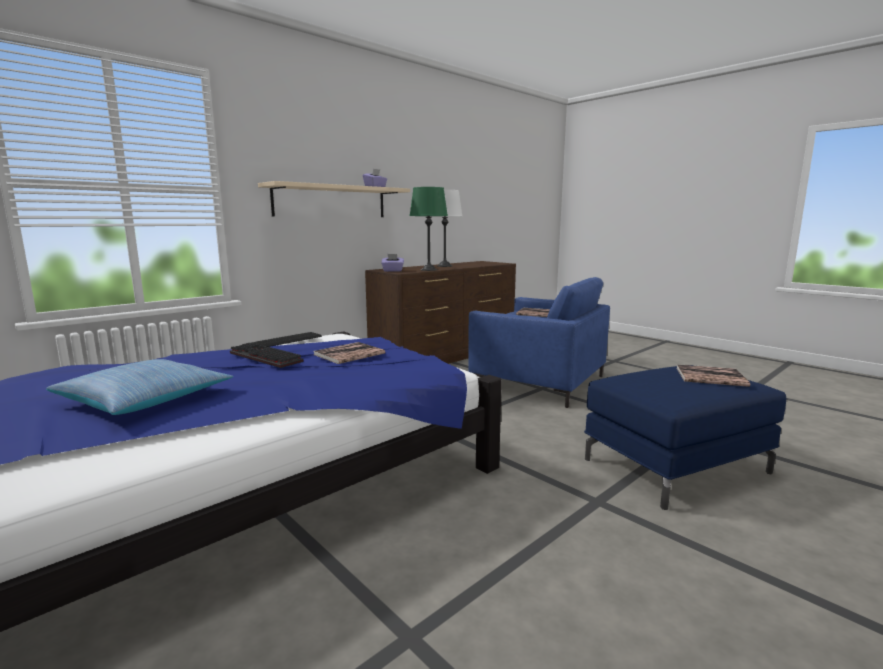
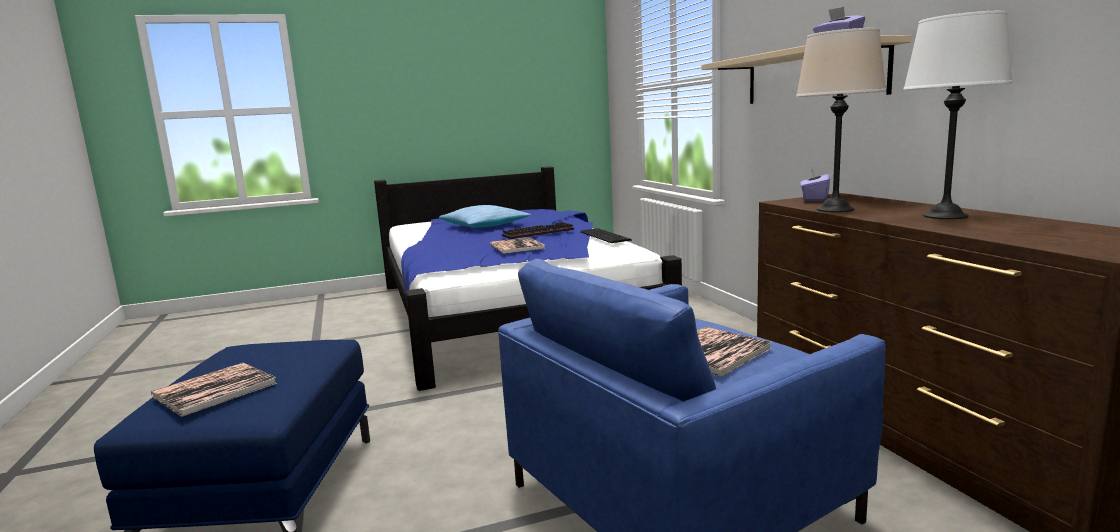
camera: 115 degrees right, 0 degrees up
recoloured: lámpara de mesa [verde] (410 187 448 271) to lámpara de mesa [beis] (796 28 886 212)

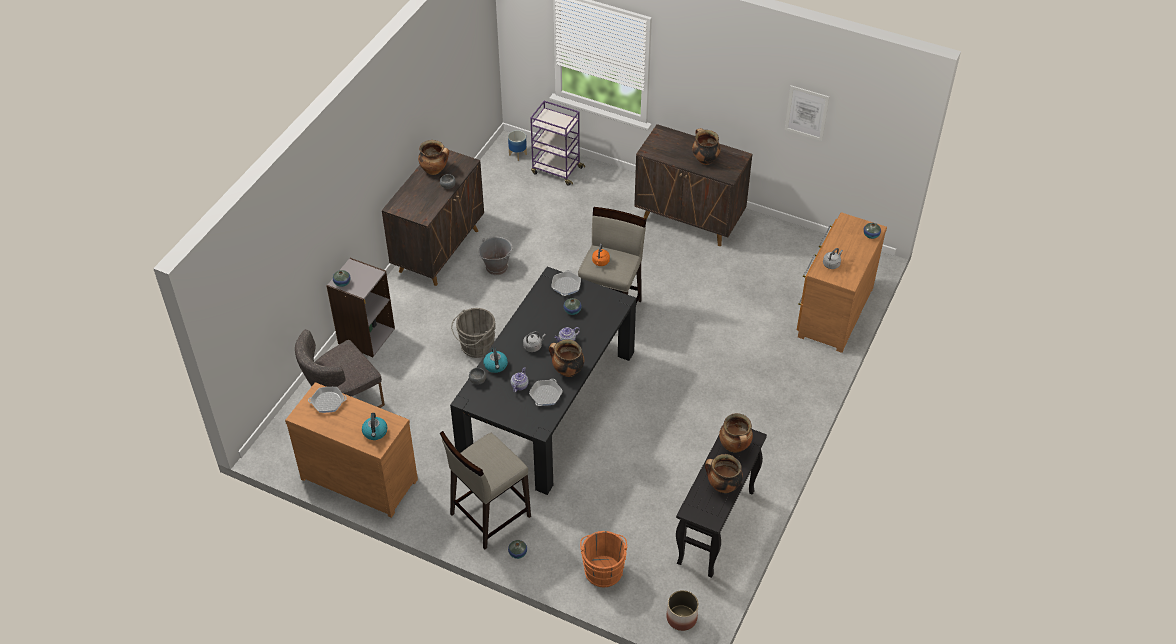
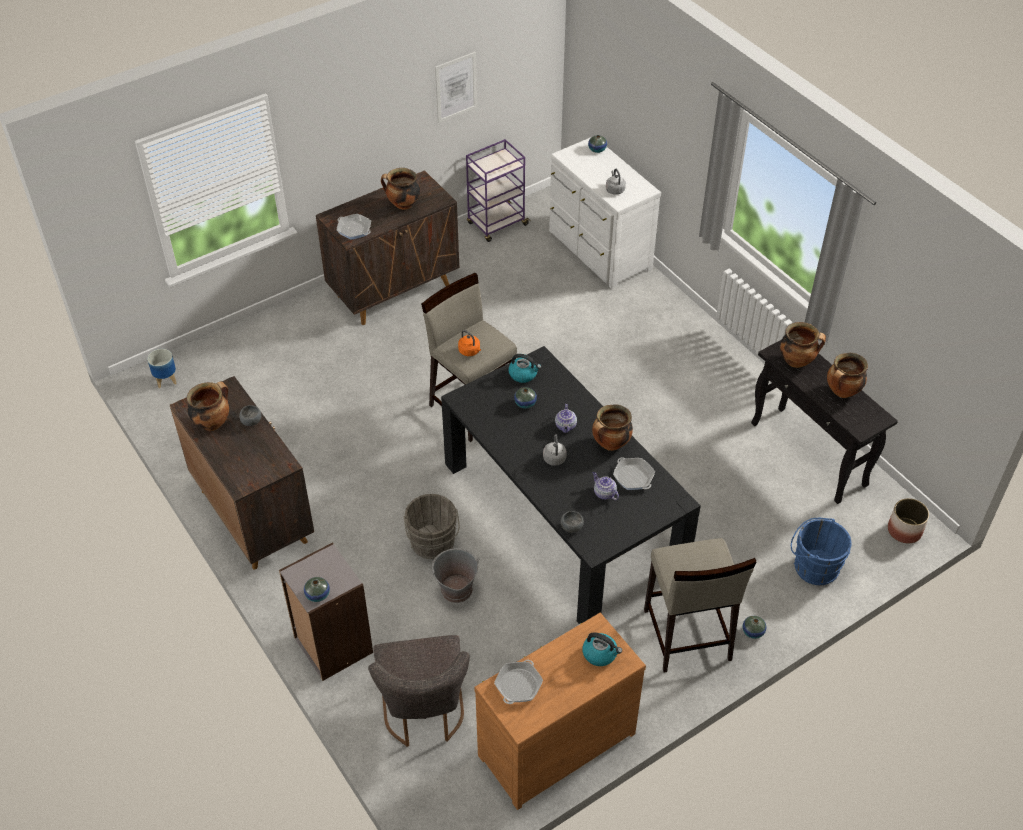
camera: 60 degrees left, 0 degrees up
moved: cubo [gris] (479 236 513 275) to (430 548 479 603); hervidor (483 347 508 373) to (508 354 541 383); carrito [morado] (530 101 585 186) to (466 139 529 242); sartén (552 270 581 296) to (337 214 371 240)
recoloured: cubo [naranja] (580 531 627 587) to cubo [azul] (791 518 852 585); cómoda [marrón] (797 212 887 353) to cómoda [blanco] (549 137 661 289)

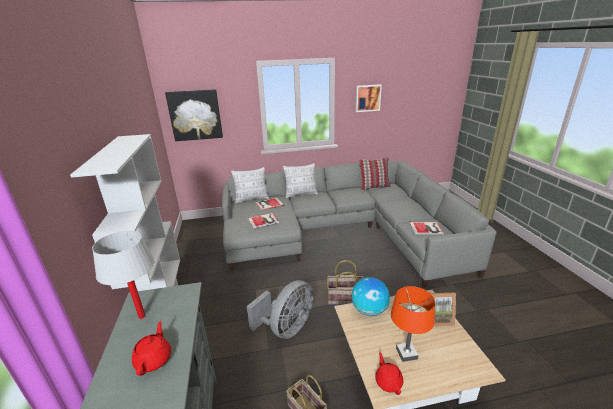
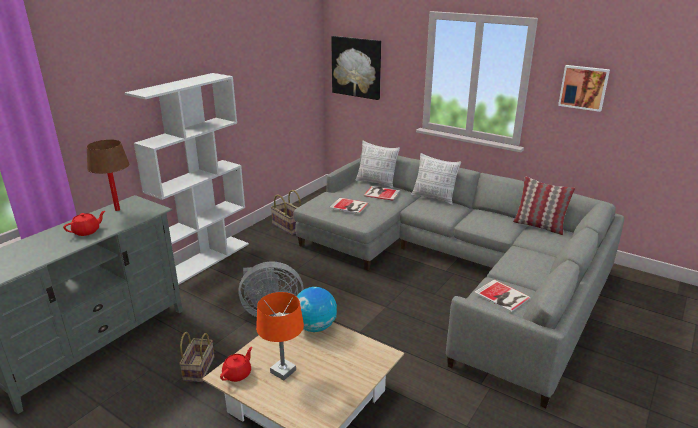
camera: 45 degrees right, 0 degrees up
removed: portarretratos (427 293 456 327)
moved: cesta (327 260 363 305) to (271 190 301 235)
recoloured: lámpara de mesa [blanco] (92 231 155 319) to lámpara de mesa [marrón] (87 140 129 211)

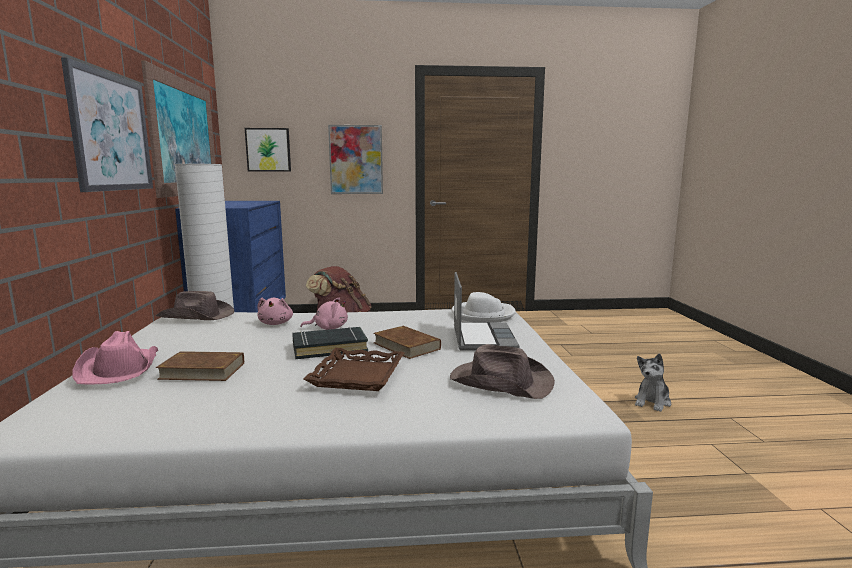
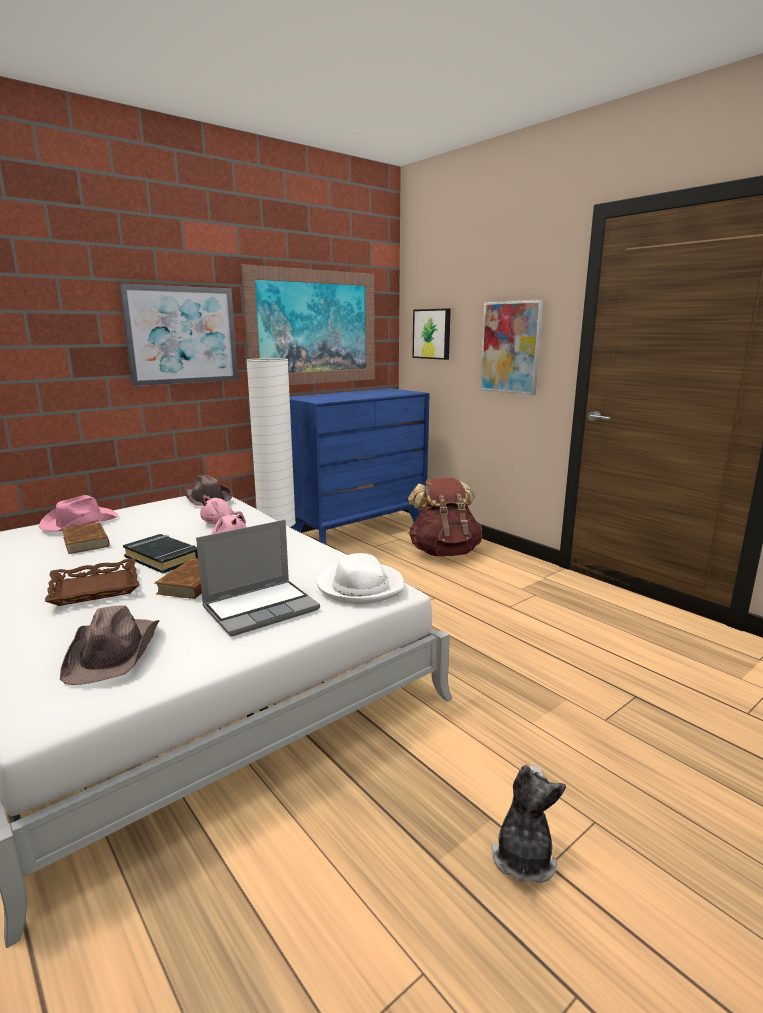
camera: 55 degrees right, 5 degrees up
turned: peluche (635 353 671 412) = (491 765 566 883) 105 degrees clockwise

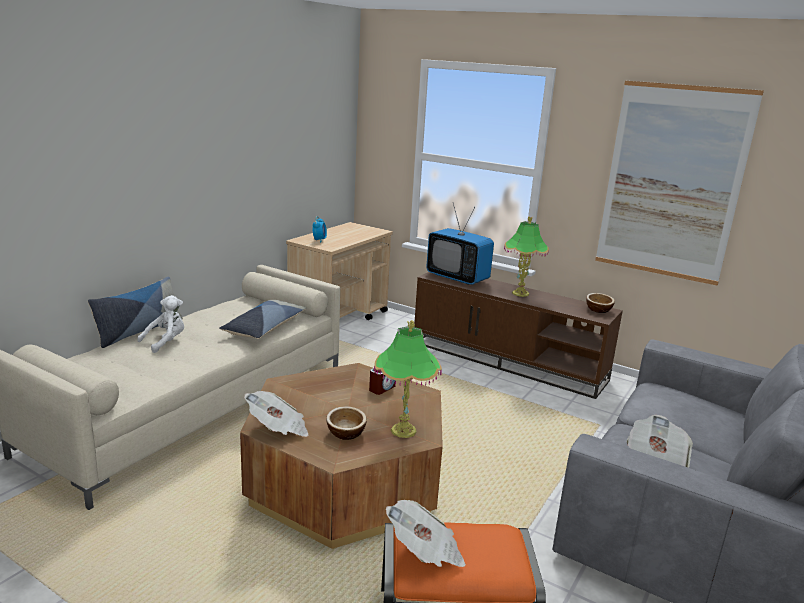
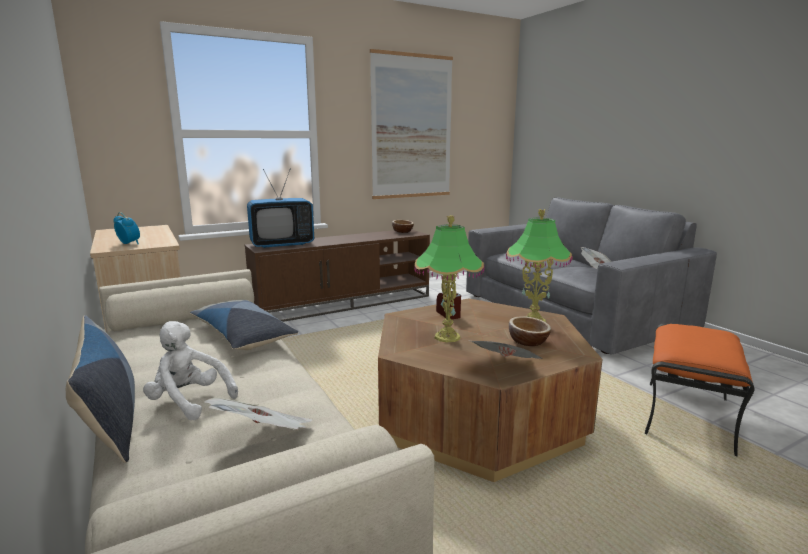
camera: 60 degrees left, 5 degrees down
moved: periódico (386 500 466 567) to (204 398 313 430); lámpara de mesa (504 216 549 297) to (414 215 485 342)
turned: peluche [blanco] (137 295 184 353) = (143 321 238 420) 45 degrees counterclockwise

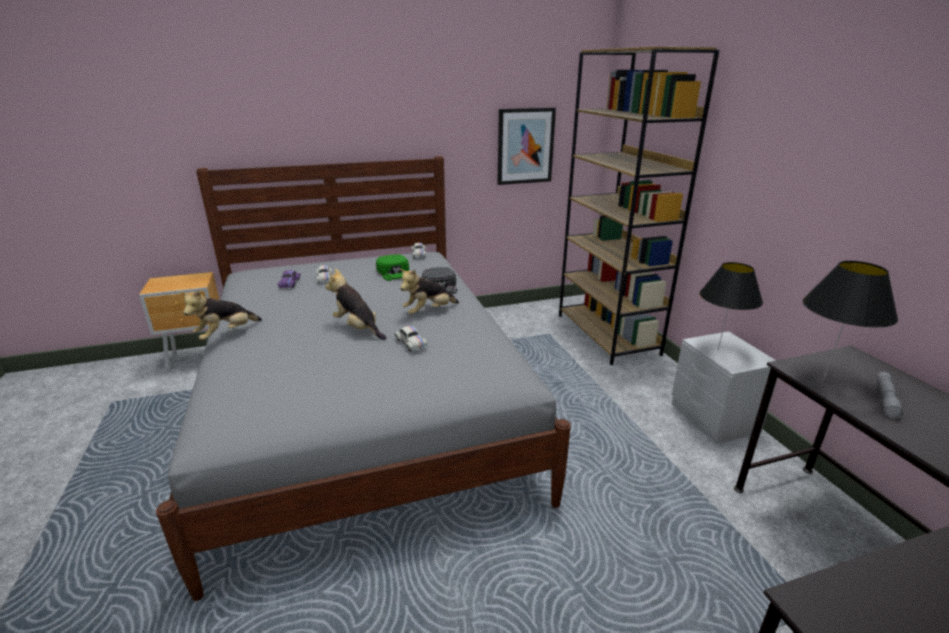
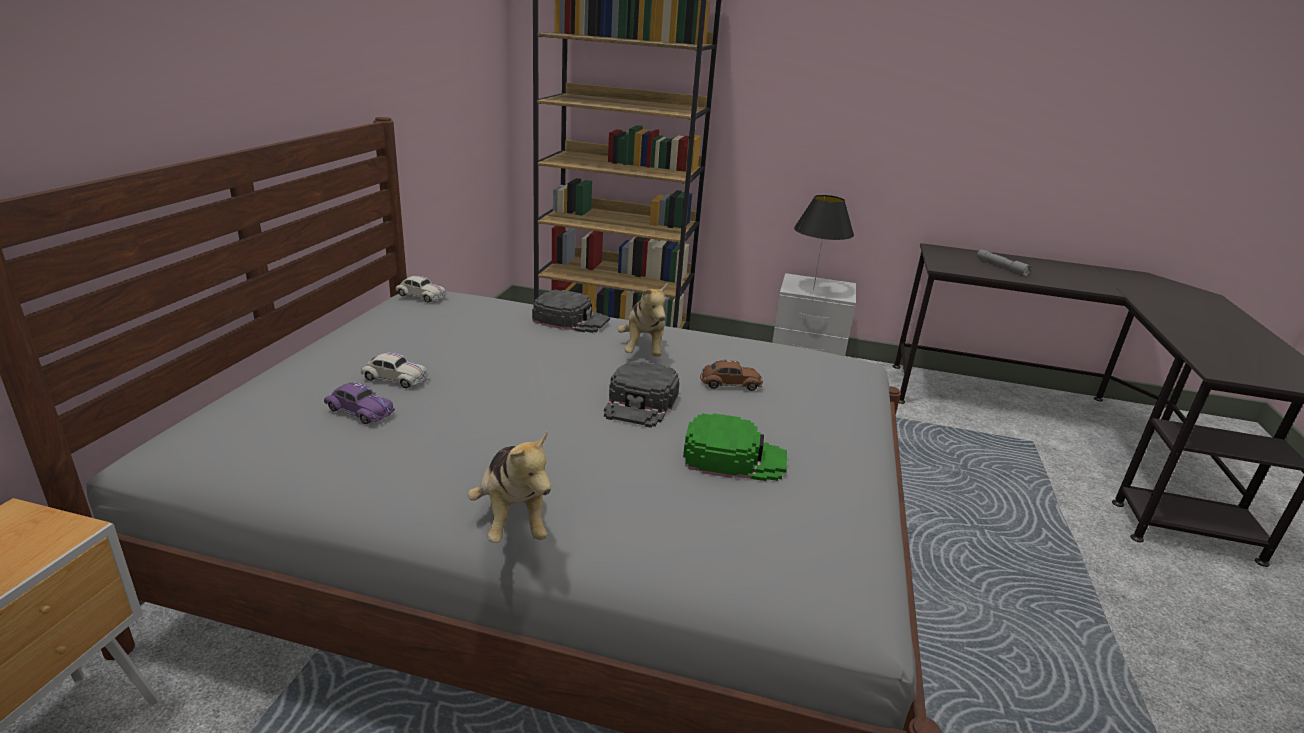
camera: 60 degrees left, 0 degrees up
removed: cuadro (497 107 556 185); lámpara de mesa [negro] (803 261 898 380)
moved: gorra [verde] (376 254 409 281) to (683 413 787 481)
replaced: peluche (325 269 386 340) to gorra [negro] (604 361 680 428)
recoloured: coche de juguete [blanco] (394 326 428 351) to coche de juguete [marrón] (700 360 763 391)

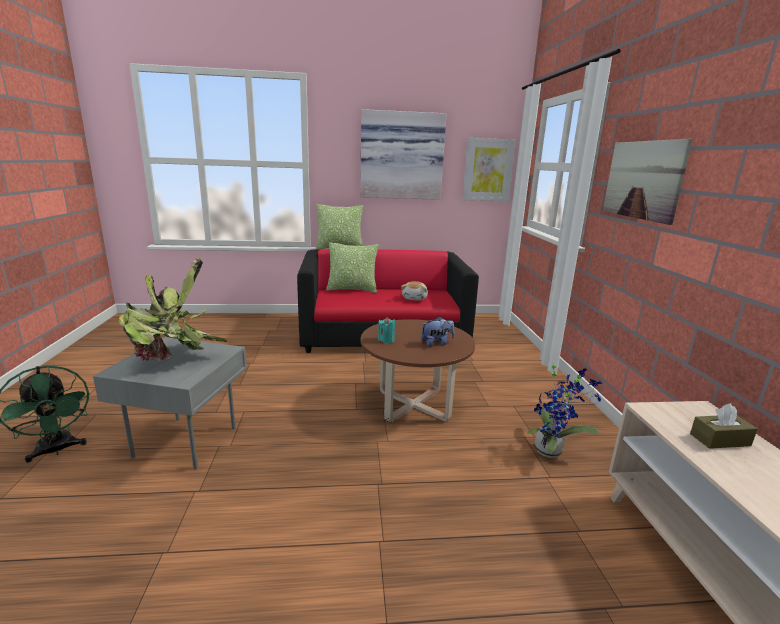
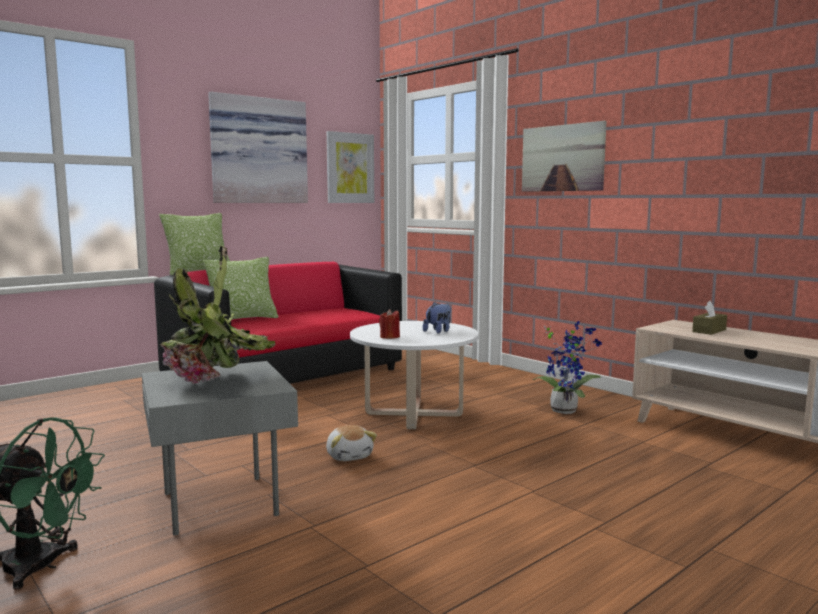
camera: 35 degrees left, 10 degrees down
moved: peluche (401 281 428 301) to (326 425 377 461)
recoloured: mesa de centro [marrón] (361 319 475 423) to mesa de centro [blanco] (350 321 479 429); vela [turquesa] (378 317 395 343) to vela [rojo] (379 309 400 339)

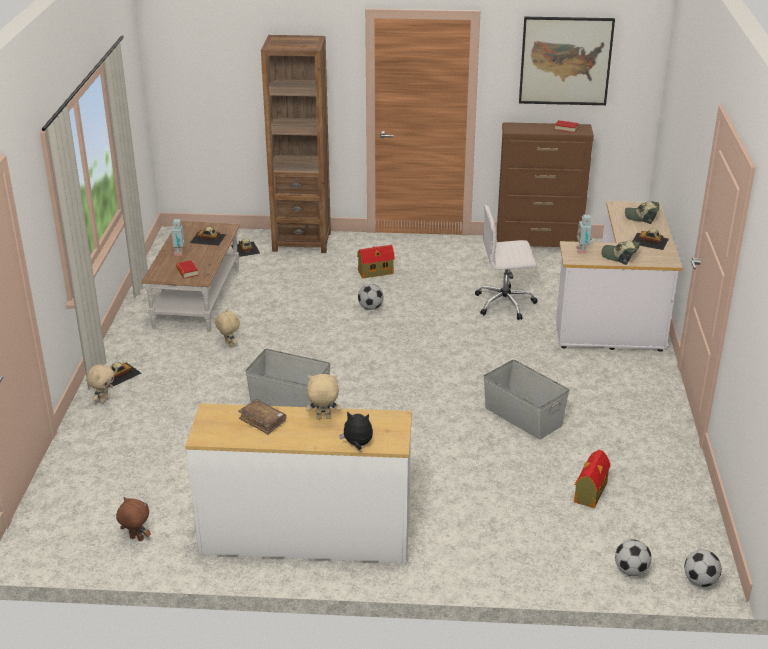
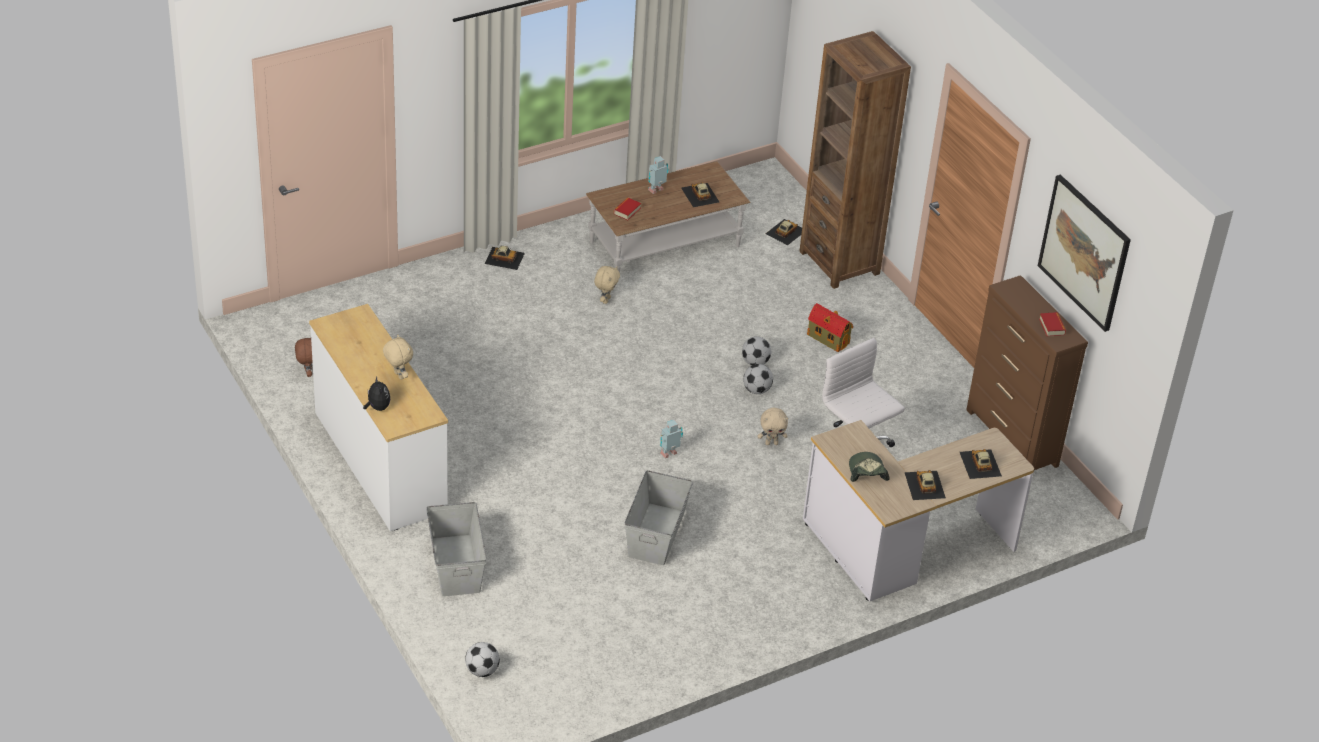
camera: 55 degrees right, 10 degrees up
removed: libro [marrón] (238 399 286 435); casita (574 450 611 508)
moved: peluche [beis] (86 364 115 404) to (758 408 788 445); caja de almacenaje [gris] (245 349 330 408) to (426 502 487 596); robot de juguete (577 214 592 254) to (660 420 683 458); balón de fútbol (684 550 722 587) to (743 364 773 394)
replaced: gorra (625 201 659 224) to coche de juguete (960 449 1002 479)

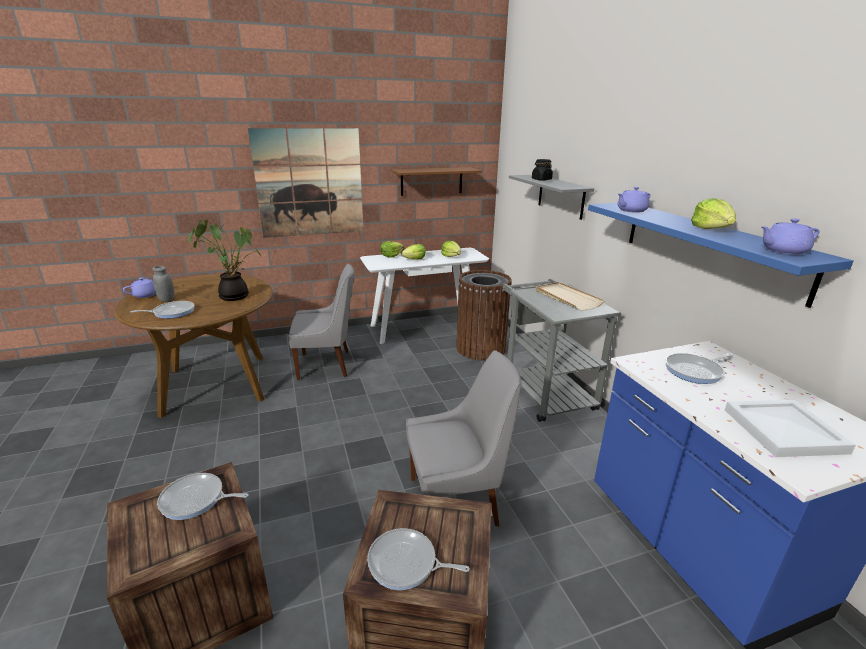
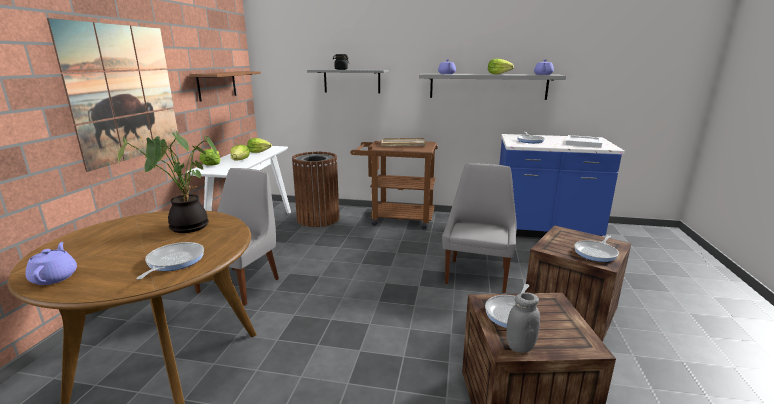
camera: 60 degrees left, 5 degrees down
moved: tarro [gris] (152 266 175 302) to (506 292 540 353)
recoloured: carrito [gris] (502 279 621 422) to carrito [marrón] (350 140 438 229); estante [azul] (588 203 854 308) to estante [gris] (419 74 566 100)

